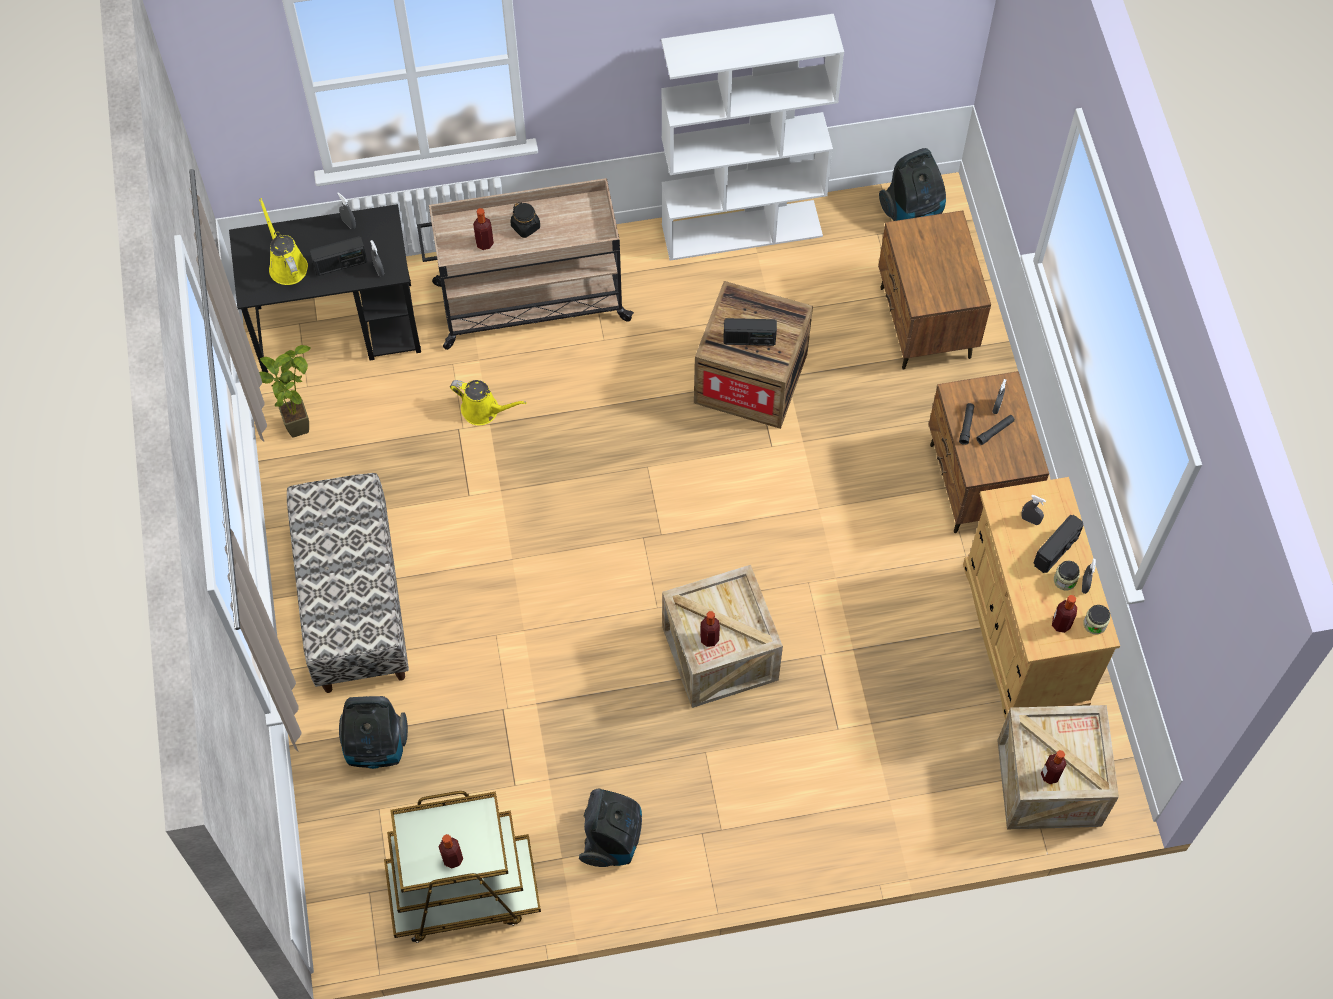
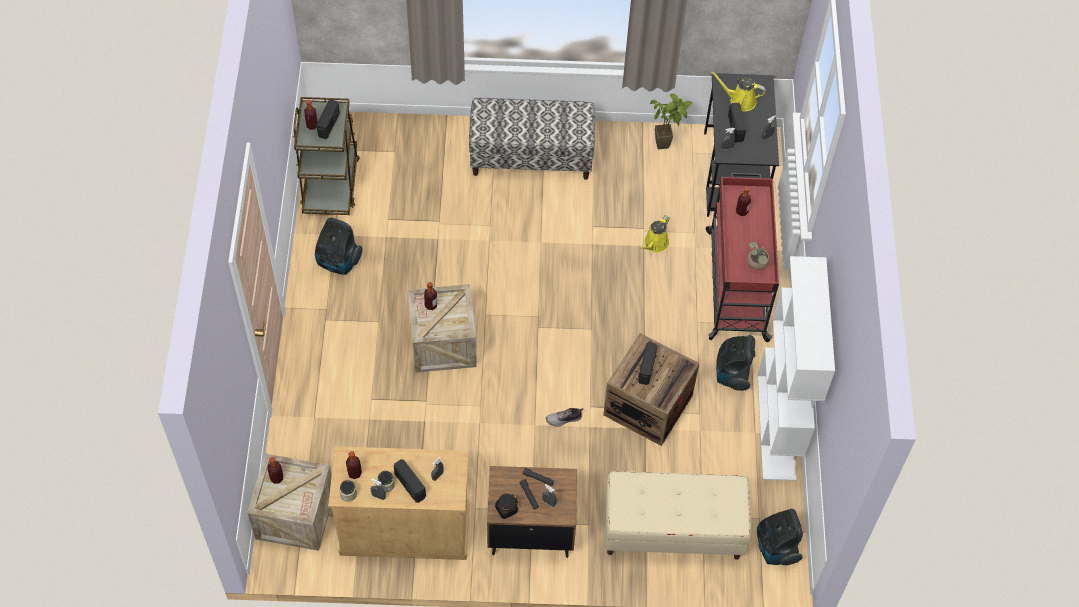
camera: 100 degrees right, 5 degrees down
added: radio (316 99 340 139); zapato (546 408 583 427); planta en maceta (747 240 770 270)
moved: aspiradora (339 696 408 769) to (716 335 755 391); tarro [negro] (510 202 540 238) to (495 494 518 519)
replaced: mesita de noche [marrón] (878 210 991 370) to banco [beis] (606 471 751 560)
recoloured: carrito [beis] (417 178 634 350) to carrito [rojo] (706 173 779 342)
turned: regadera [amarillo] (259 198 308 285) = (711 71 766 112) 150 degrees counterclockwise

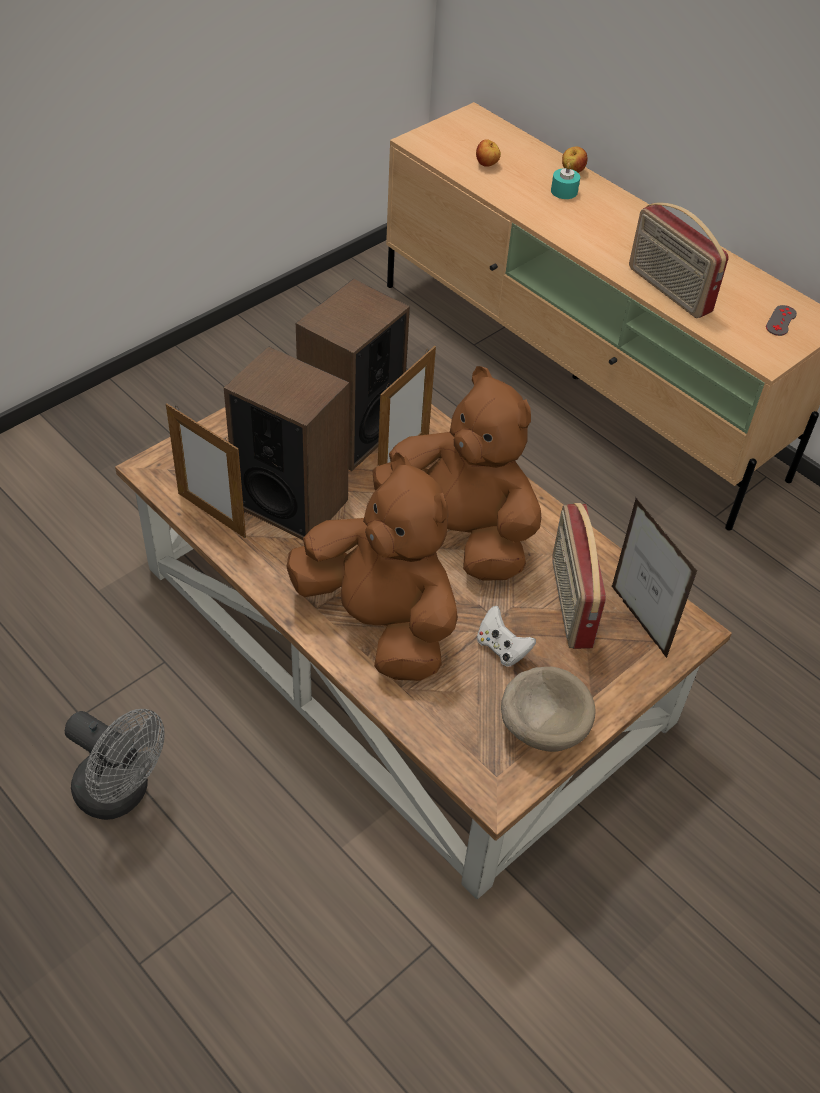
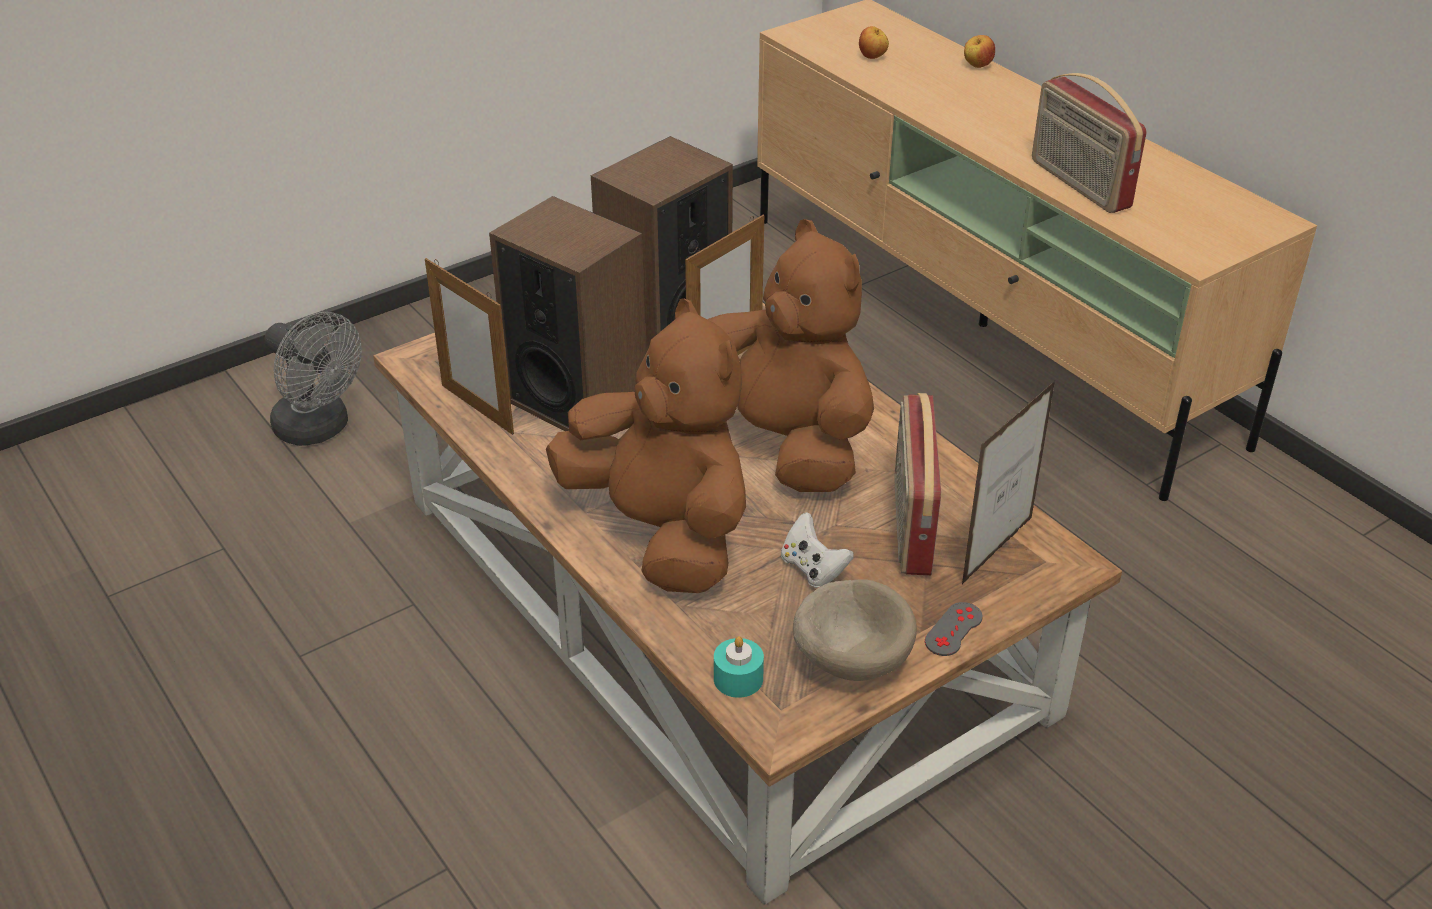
camera: 10 degrees right, 10 degrees down
moved: ventilador [gris] (65 709 164 820) to (264 312 362 446); vela [turquesa] (551 163 580 199) to (714 636 764 698); mando de consola [gris] (766 305 797 336) to (925 602 983 656)
turned: portarretratos (612 498 697 658) = (962 381 1055 584) 60 degrees clockwise

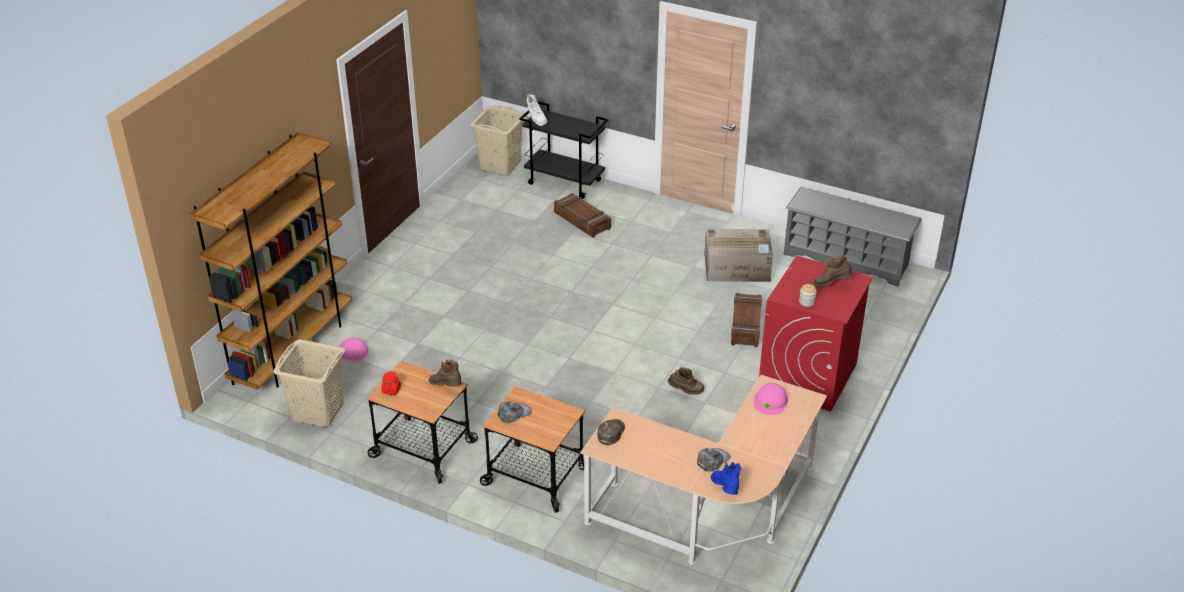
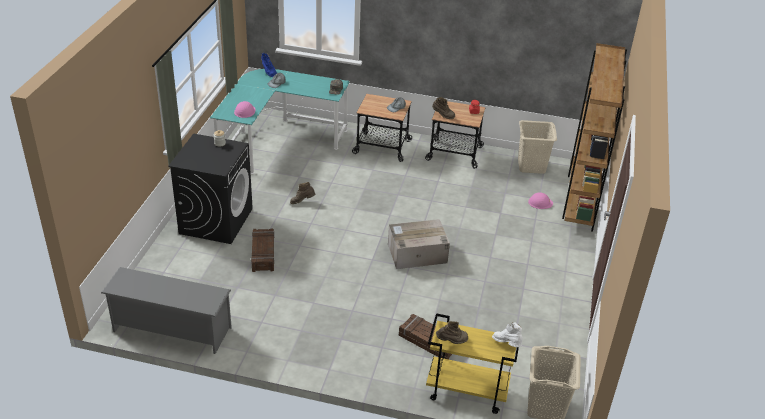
camera: 165 degrees right, 0 degrees up
moved: caja de cartón (704 229 773 282) to (388 219 450 269); bota [marrón] (813 256 853 287) to (436 321 468 344)
recoloured: carrito [negro] (519 101 608 199) to carrito [amarillo] (426 313 519 414); escritorio [beis] (580 375 827 565) to escritorio [turquesa] (210 69 350 174); lavadora [rojo] (759 256 873 412) to lavadora [negro] (168 133 253 244)

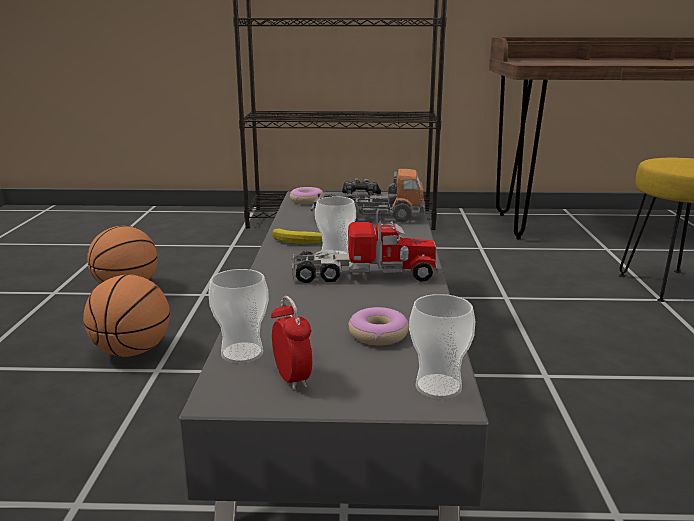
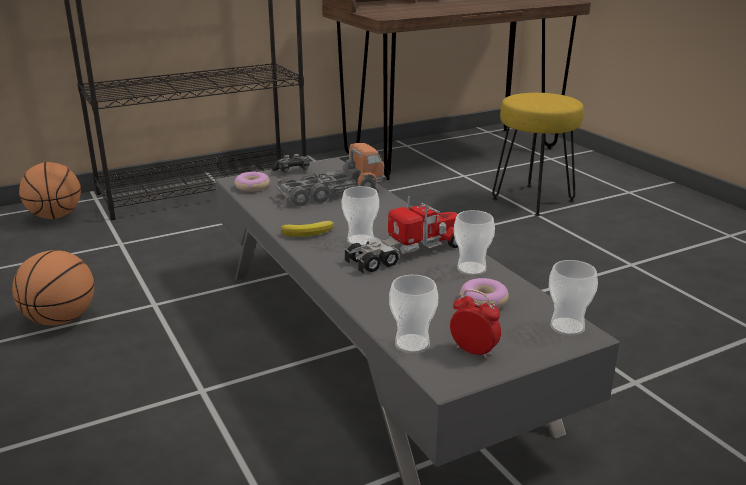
camera: 30 degrees left, 5 degrees up
added: taza (454 210 495 275)
moved: balón de baloncesto (83 274 170 357) to (19 162 81 219)

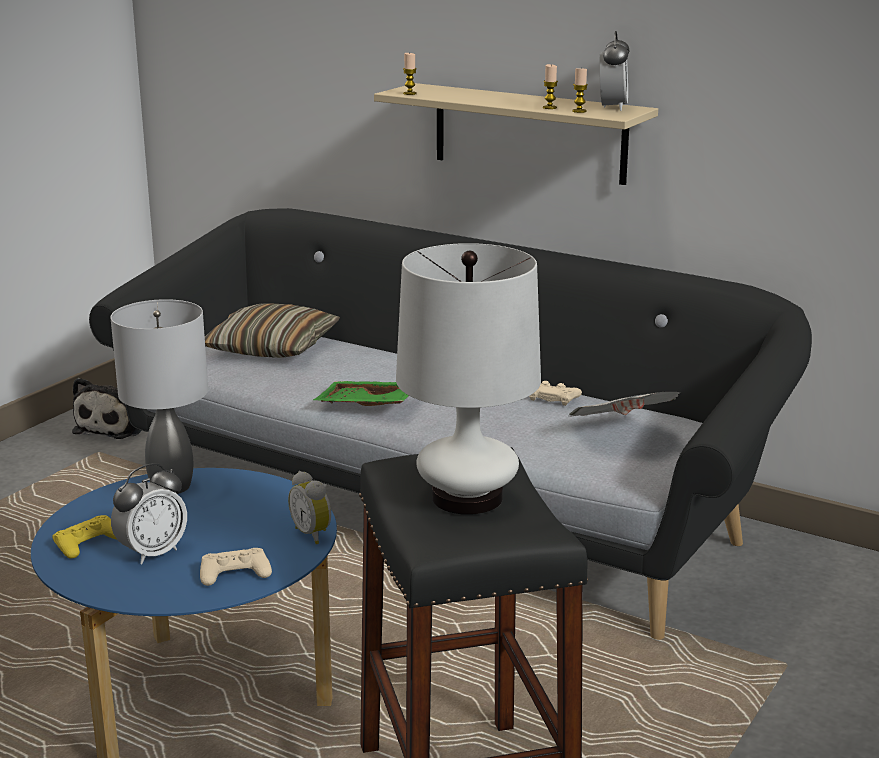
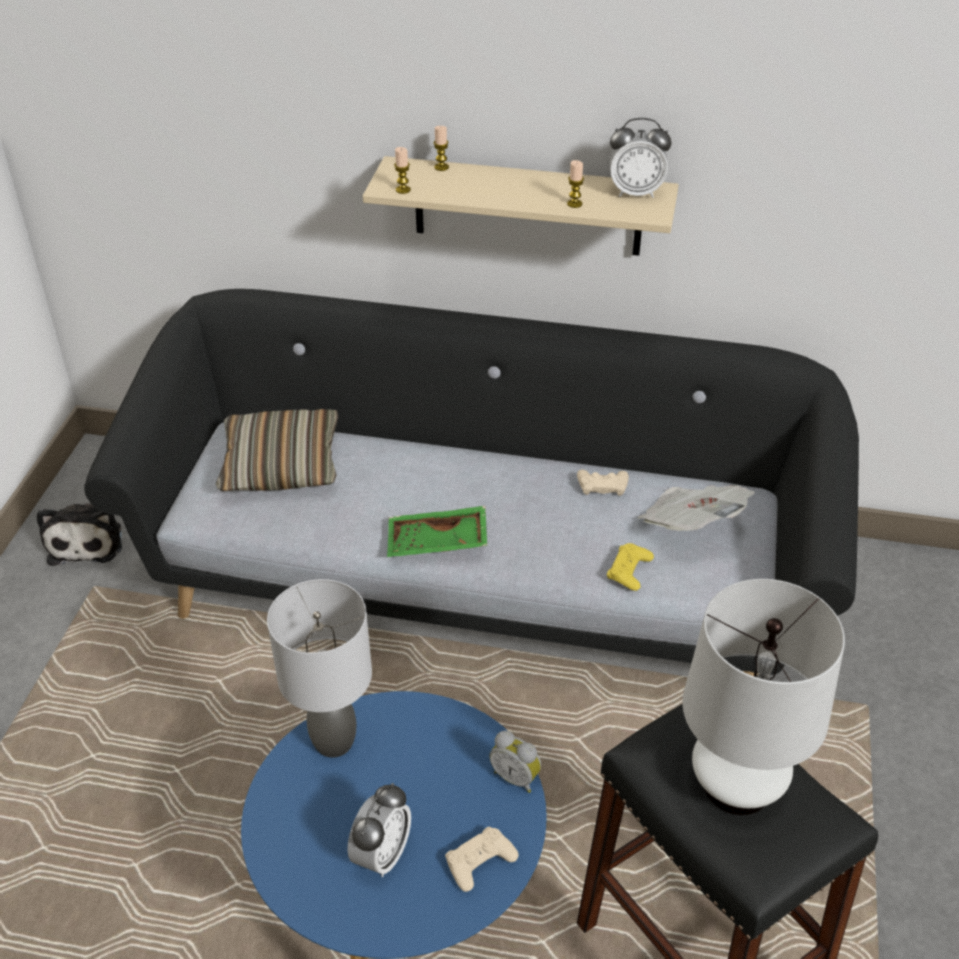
camera: 20 degrees left, 20 degrees up
moved: mando de consola [amarillo] (52 515 116 558) to (607 543 654 591); vela (572 68 588 113) to (433 126 449 171)
turned: despertador (599 31 629 111) = (610 118 672 198) 105 degrees clockwise

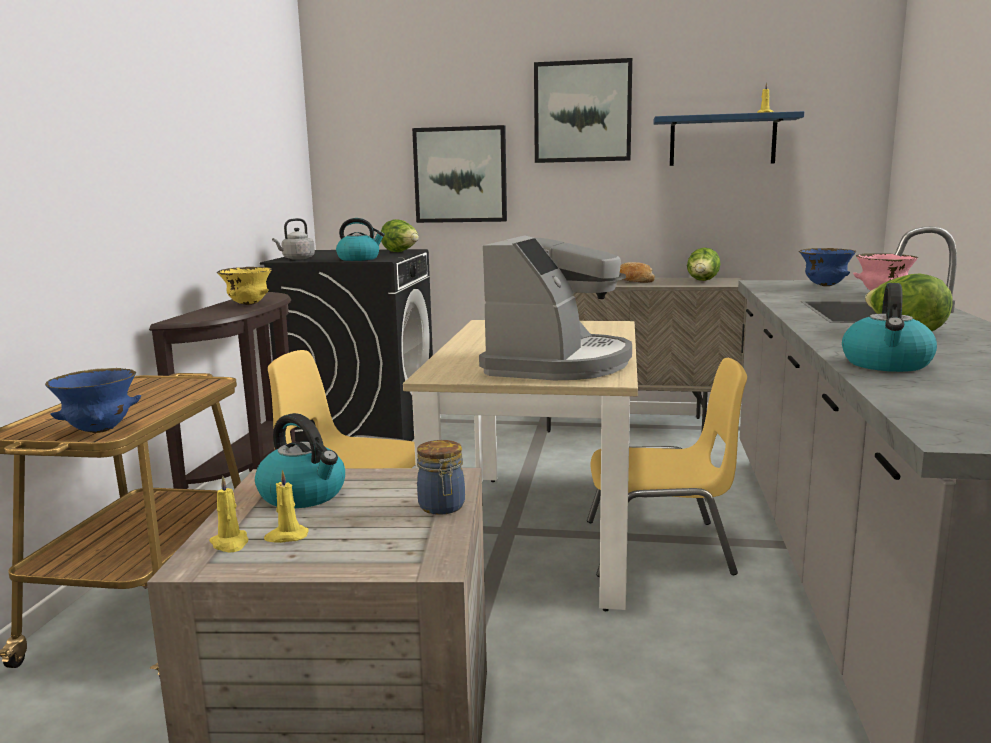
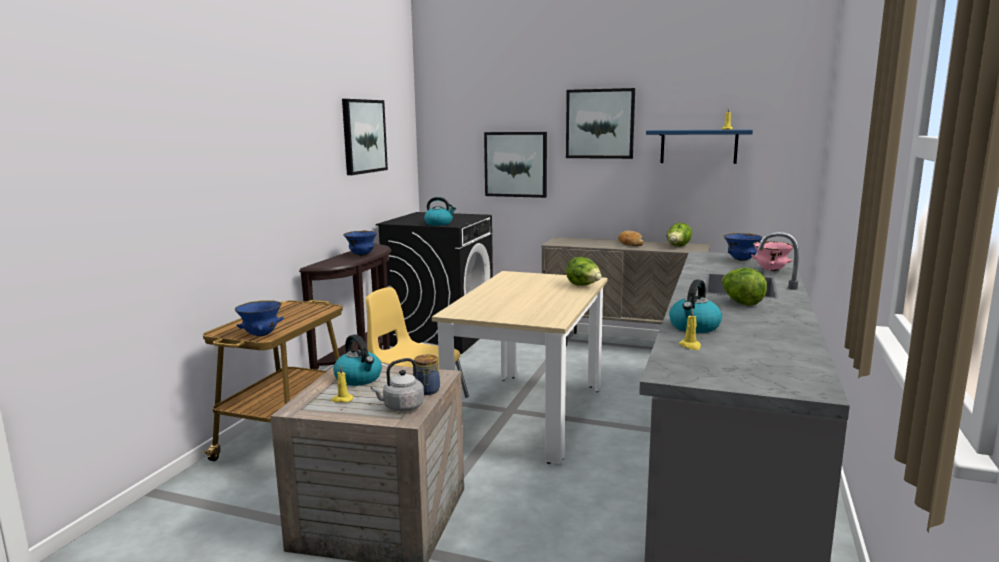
camera: 10 degrees right, 0 degrees up
removed: cafetera (479 236 632 380); silla [amarillo] (587 358 747 577)
added: cuadro (342 99 388 175)
moved: vela [amarillo] (209 476 248 553) to (679 309 701 350); hervidor [gris] (272 218 315 260) to (371 358 424 412); lechuga (381 219 419 252) to (566 257 602 286)
recoloured: cuenco [amarillo] (217 267 272 305) to cuenco [azul] (343 231 377 256)

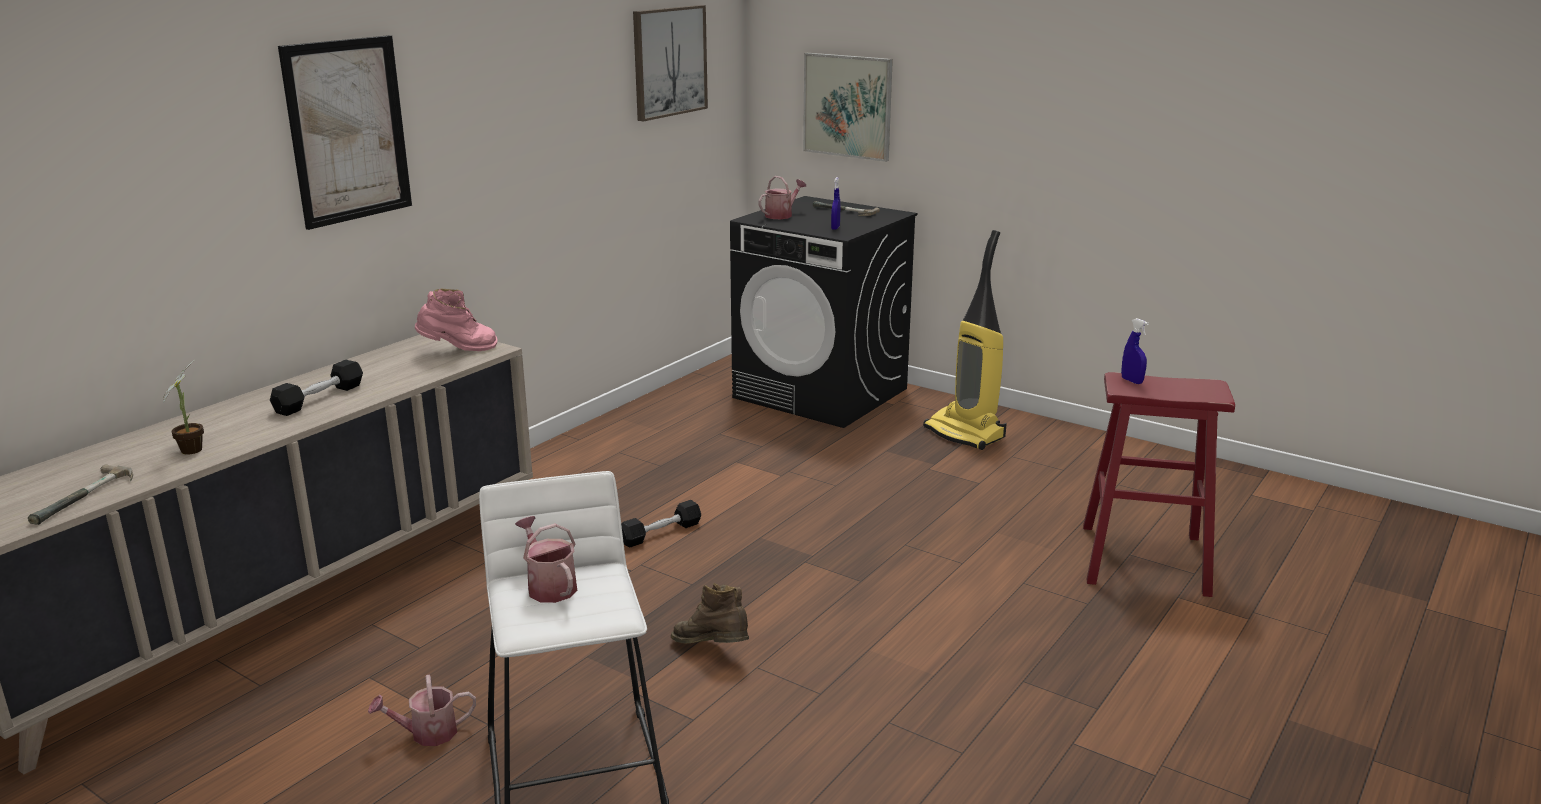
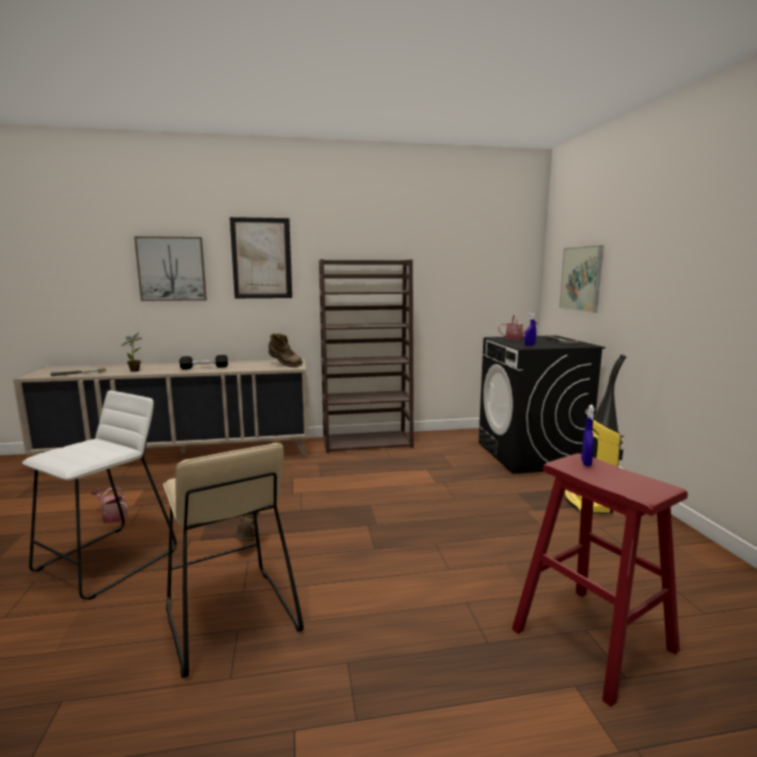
camera: 45 degrees right, 10 degrees down
removed: regadera (515 516 577 603); mancuerna [negro] (621 500 701 547)
added: taburete [beis] (163 443 304 678); estantería [marrón] (319 259 414 453)
moved: cuadro (633 5 708 122) to (134 236 207 301)
recoloured: bota [rosa] (415 289 498 351) to bota [marrón] (268 333 303 367)

